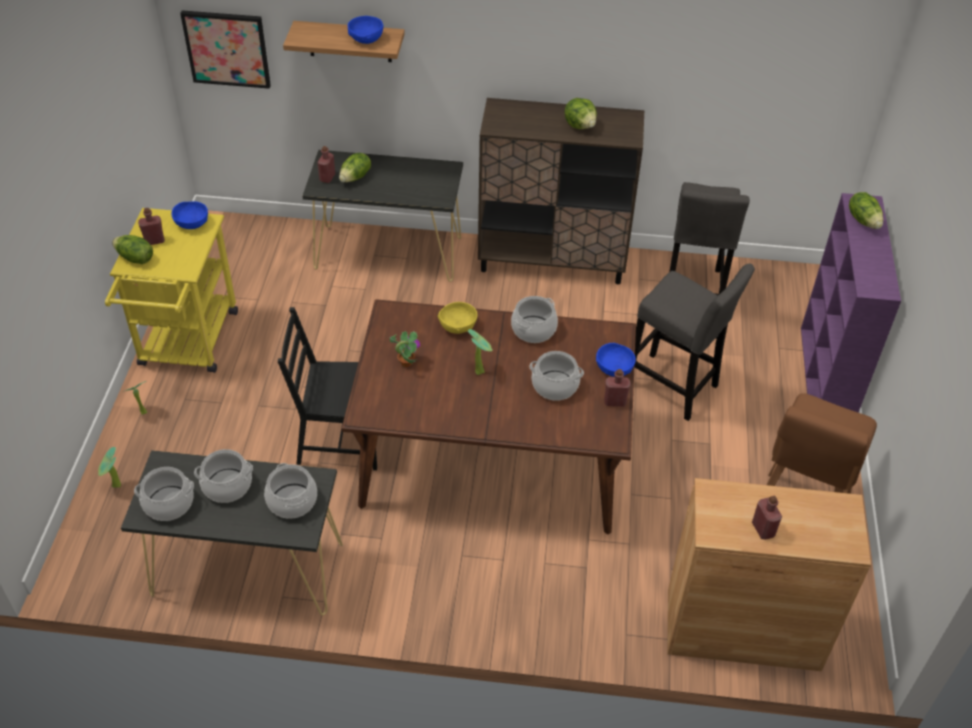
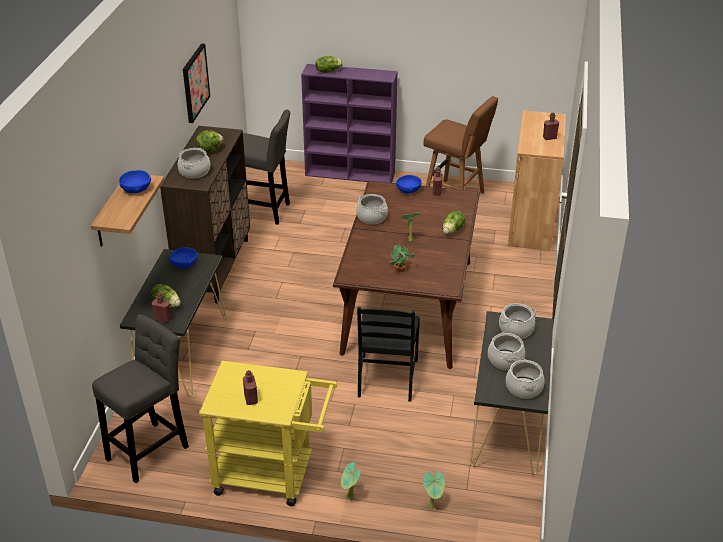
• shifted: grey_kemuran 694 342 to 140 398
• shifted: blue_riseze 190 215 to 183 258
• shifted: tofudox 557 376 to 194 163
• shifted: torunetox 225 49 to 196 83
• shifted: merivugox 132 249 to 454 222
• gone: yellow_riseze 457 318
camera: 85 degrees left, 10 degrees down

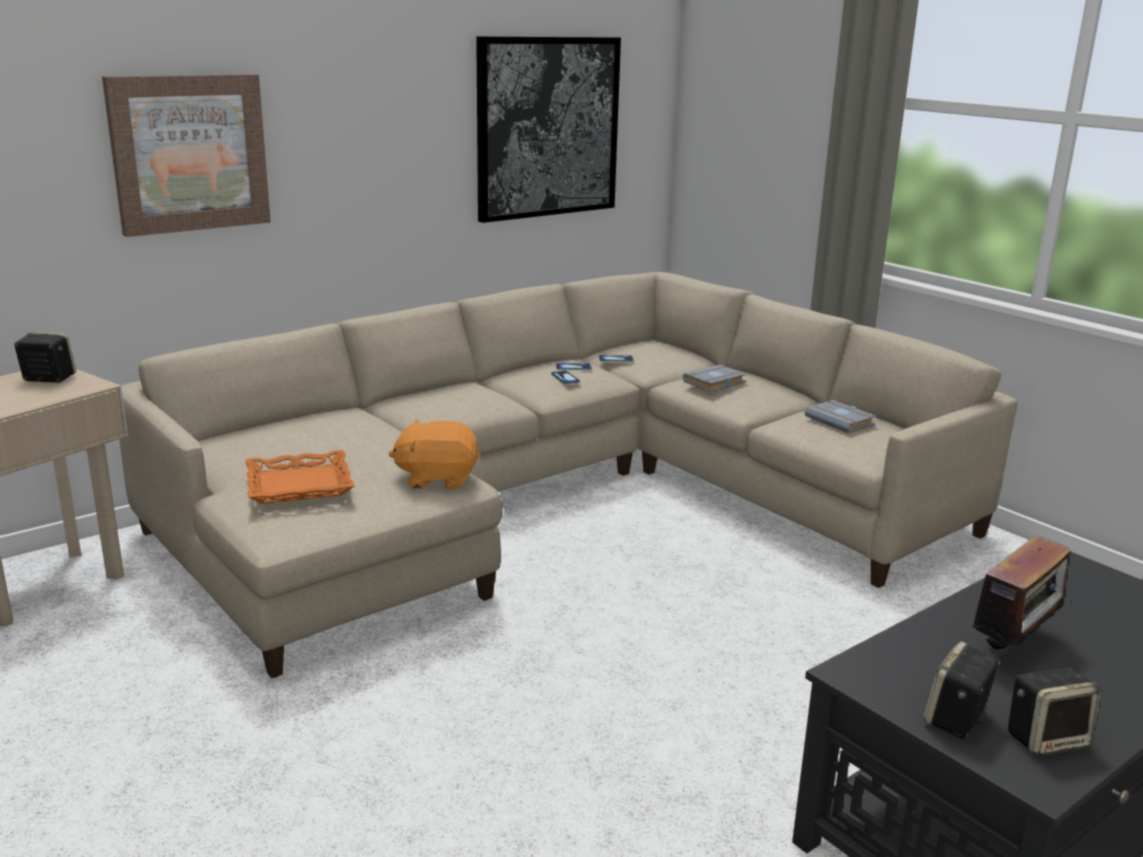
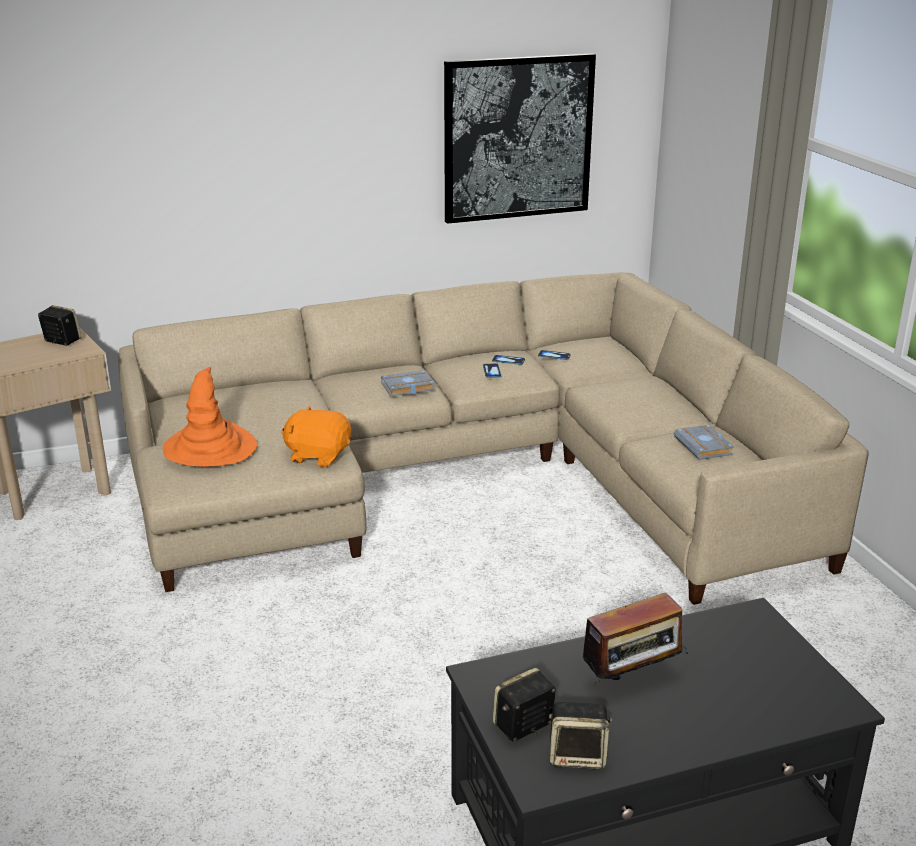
• swapped: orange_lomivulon 300 477 to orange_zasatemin 210 417
• shifted: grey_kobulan 714 378 to 408 383
• gone: torunetox 186 155
camera: 20 degrees right, 5 degrees up

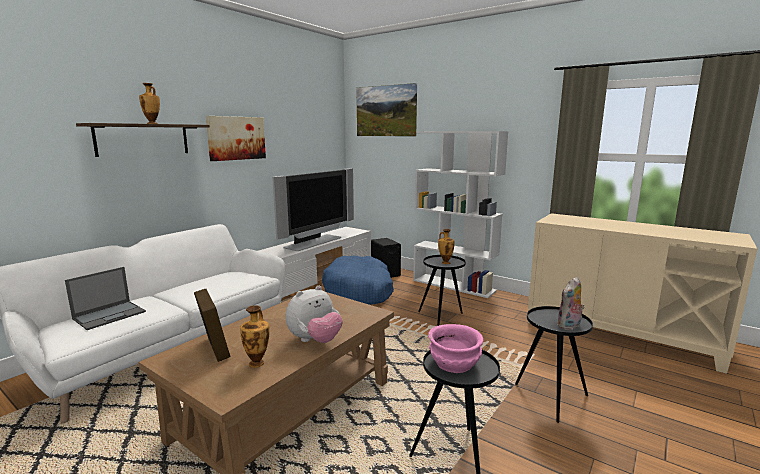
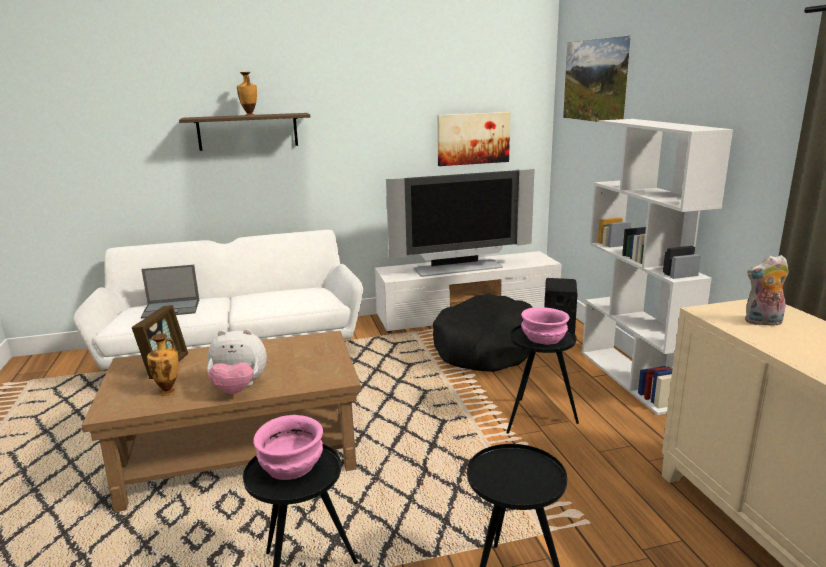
• repainted: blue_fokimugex 358 280 to black_fokimugex 483 333
• shifted: torunetox 236 138 to 473 139
• swapped: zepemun 446 246 to pink_riseze 545 326
• shifted: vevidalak 571 303 to 767 290
camera: 40 degrees right, 5 degrees up

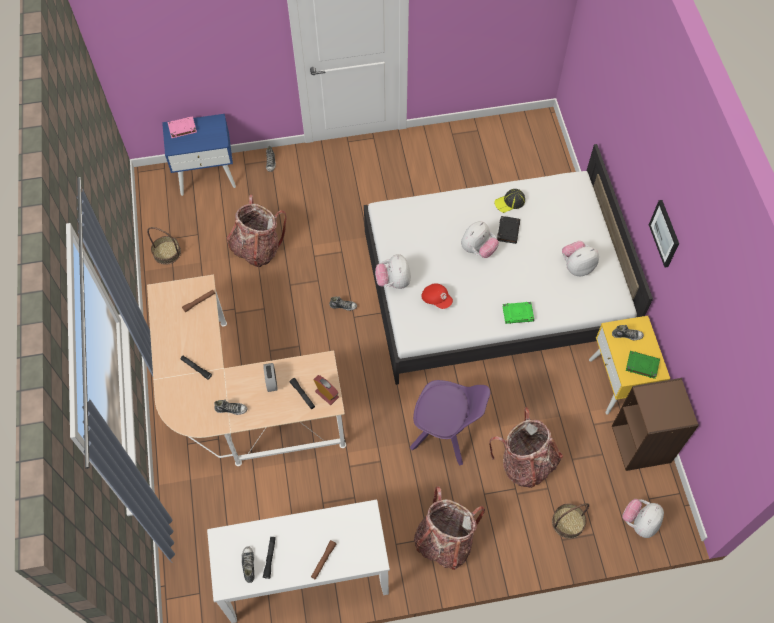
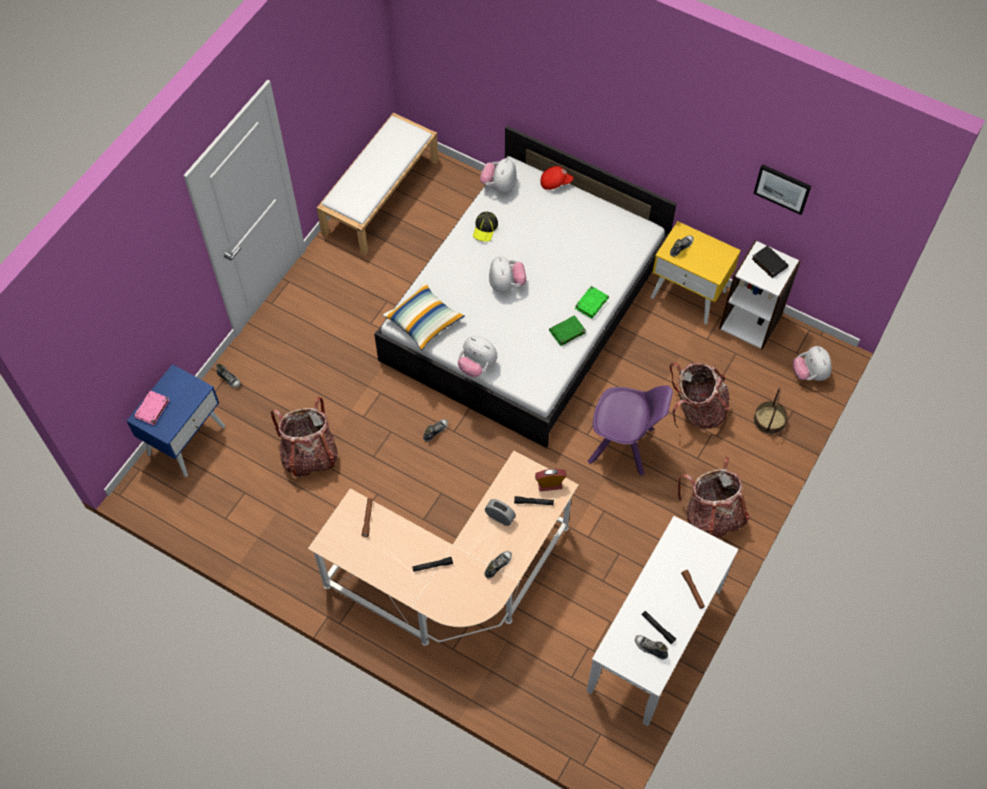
• new: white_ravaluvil 377 184
• new: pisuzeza 424 316
• shifted: vevidalak 580 258 to 498 175
• shifted: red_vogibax 437 296 to 557 178
• shifted: green_kobulan 643 365 to 567 330
• rotated: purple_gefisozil 450 423 = 630 430 45 degrees clockwise
• repainted: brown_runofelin 655 424 to white_runofelin 760 294
• shifted: black_kobulan 508 230 to 770 262
• shifted: torunetox 664 233 to 782 189
• gone: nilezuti 164 246
camera: 50 degrees left, 0 degrees up

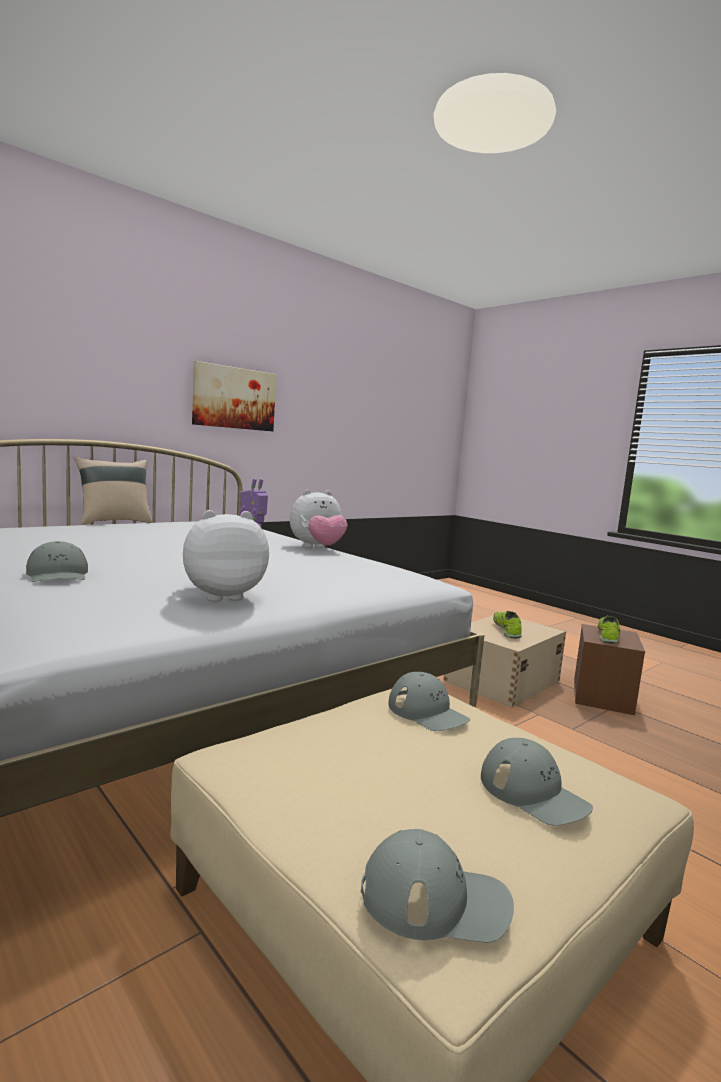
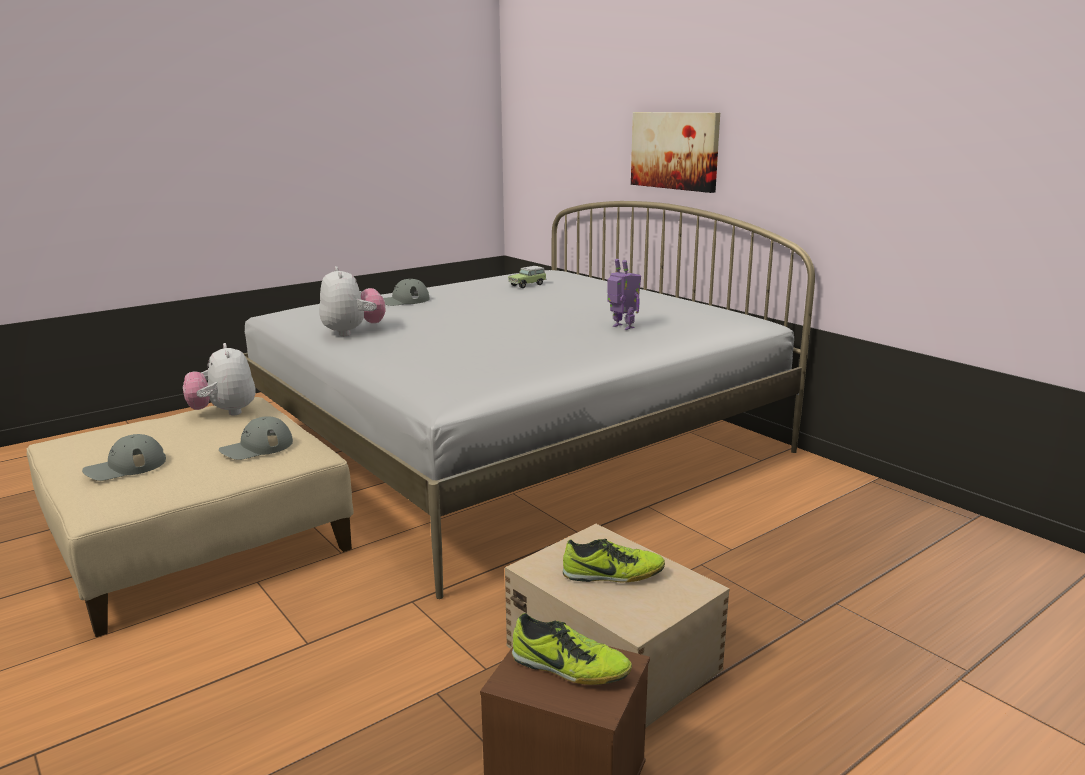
• shifted: vevidalak 319 519 to 219 379
• new: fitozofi 527 277
• shifted: torunetox 234 396 to 675 152
• gone: beige_pisuzeza 113 491
• gone: grey_vogibax 437 886
camera: 95 degrees right, 10 degrees up

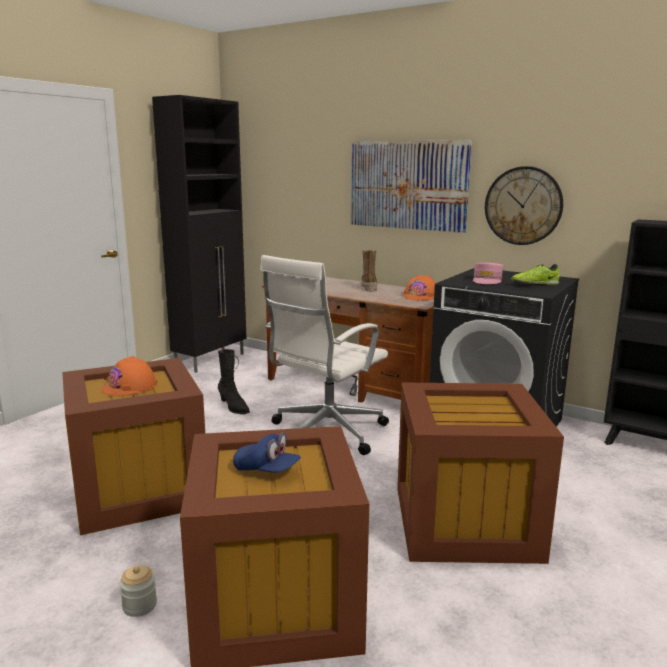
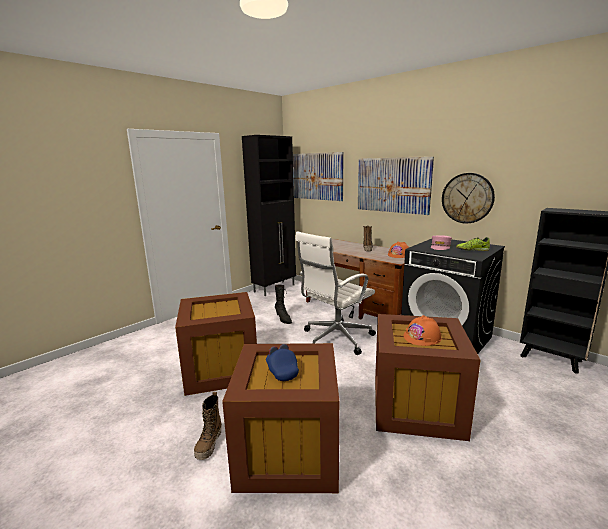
• swapped: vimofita 138 591 to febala 208 426
• rotated: blue_vogibax 267 452 = 282 362 150 degrees counterclockwise
• new: torunetox 318 176
• shifted: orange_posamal 129 376 to 422 330
camera: 10 degrees right, 0 degrees up

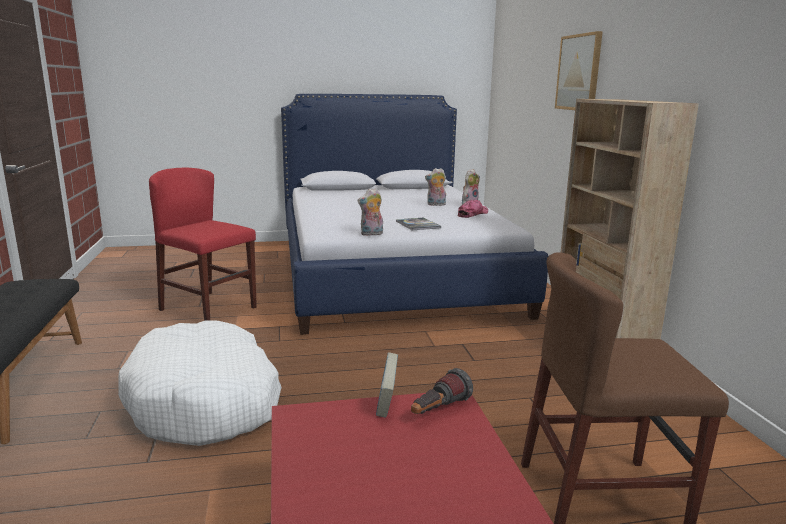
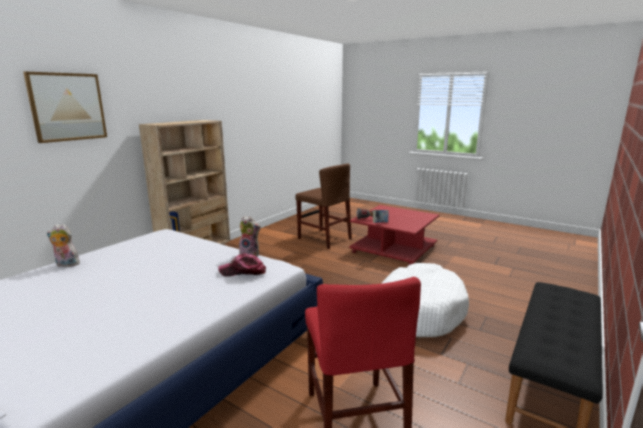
• shifted: vogibax 473 209 to 242 265
• gone: kobulan 418 224
• gone: vevidalak 435 187
camera: 135 degrees left, 0 degrees up

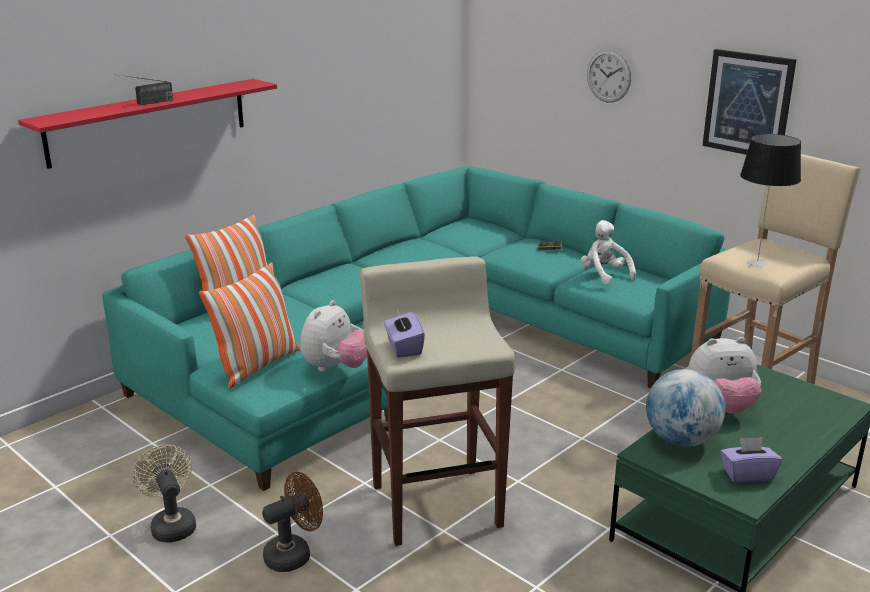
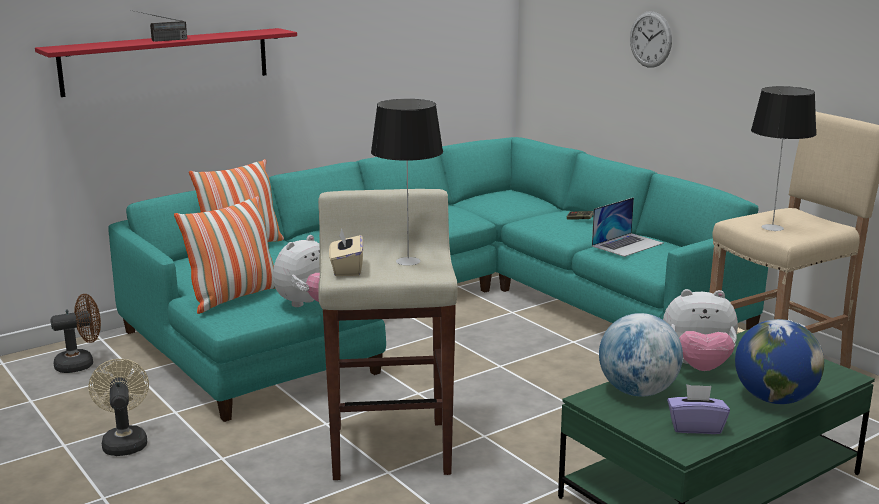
• shifted: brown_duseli 292 522 to 75 333
• repainted: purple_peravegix 404 334 to beige_peravegix 346 252
• new: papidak 407 182
• swapped: white_vevidalak 608 252 to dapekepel 628 227
• new: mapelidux 779 361
• gone: torunetox 749 102
camera: 10 degrees right, 5 degrees down

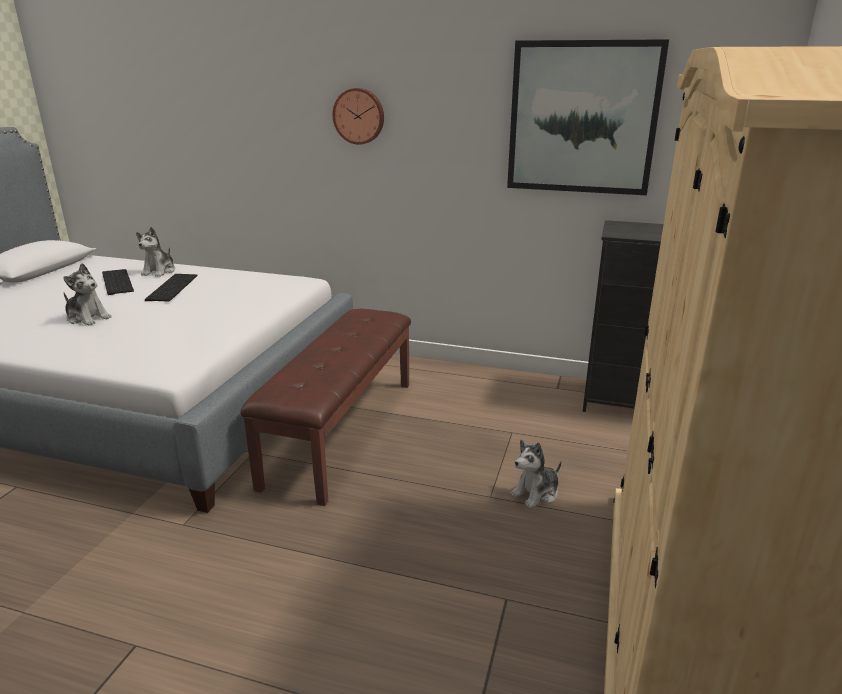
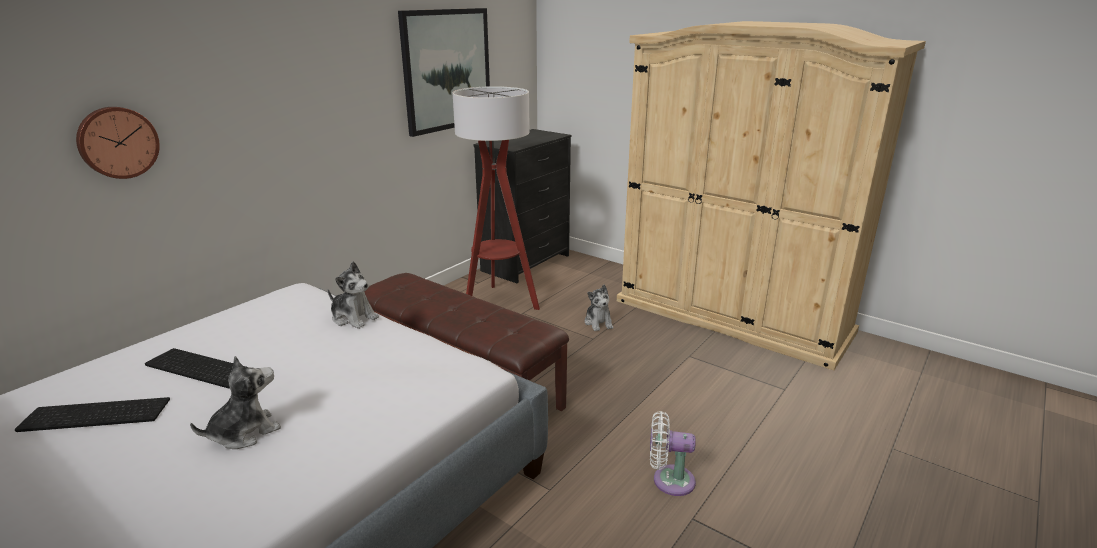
• shifted: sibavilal 358 116 to 118 143
• shifted: vevidalak 155 252 to 353 295
• new: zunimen 496 198
• new: white_duseli 673 453
camera: 70 degrees left, 0 degrees up

